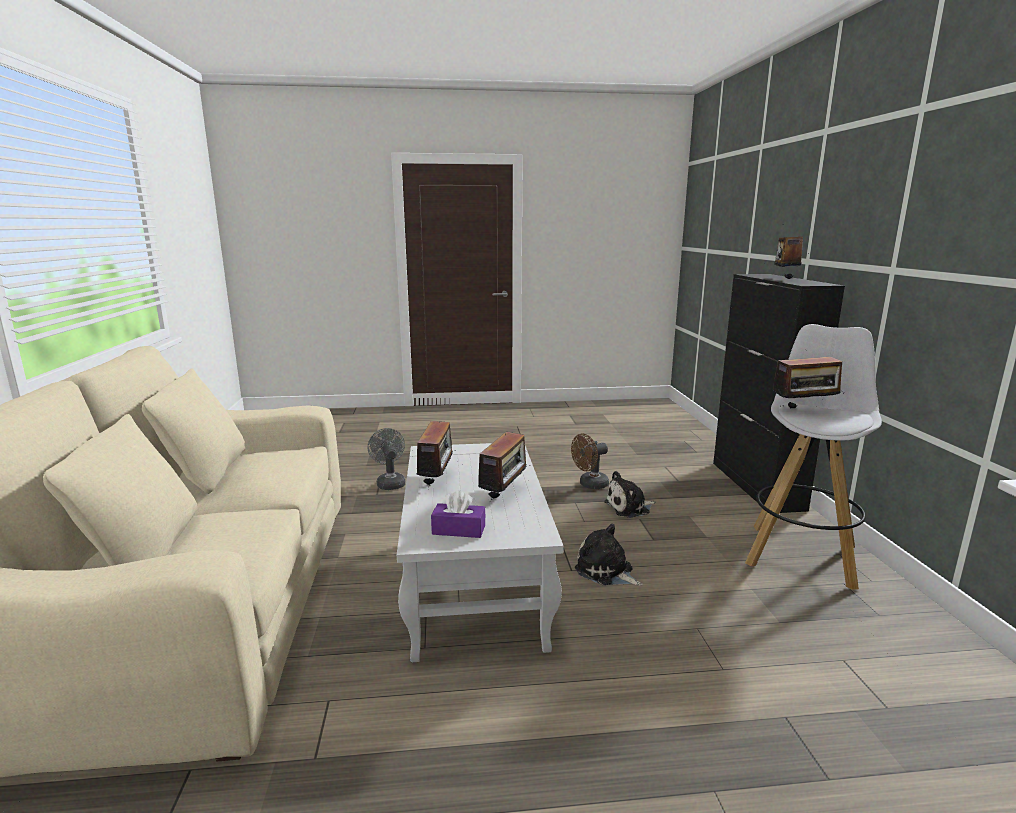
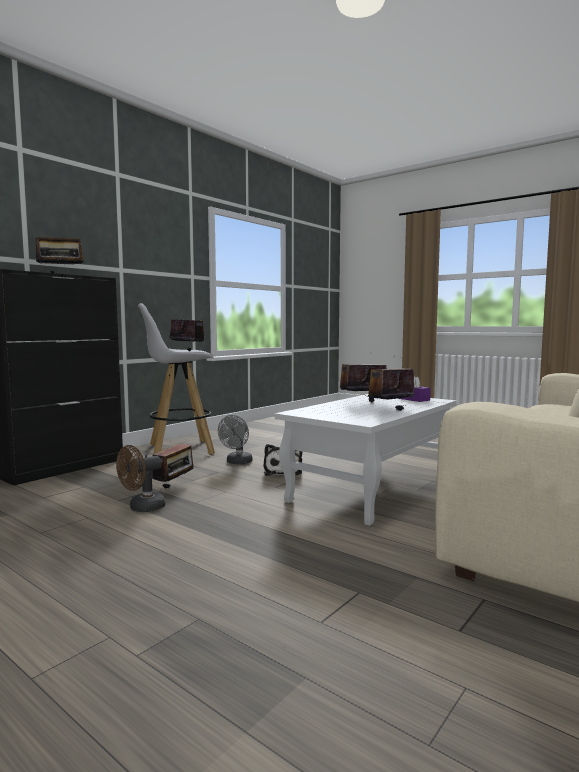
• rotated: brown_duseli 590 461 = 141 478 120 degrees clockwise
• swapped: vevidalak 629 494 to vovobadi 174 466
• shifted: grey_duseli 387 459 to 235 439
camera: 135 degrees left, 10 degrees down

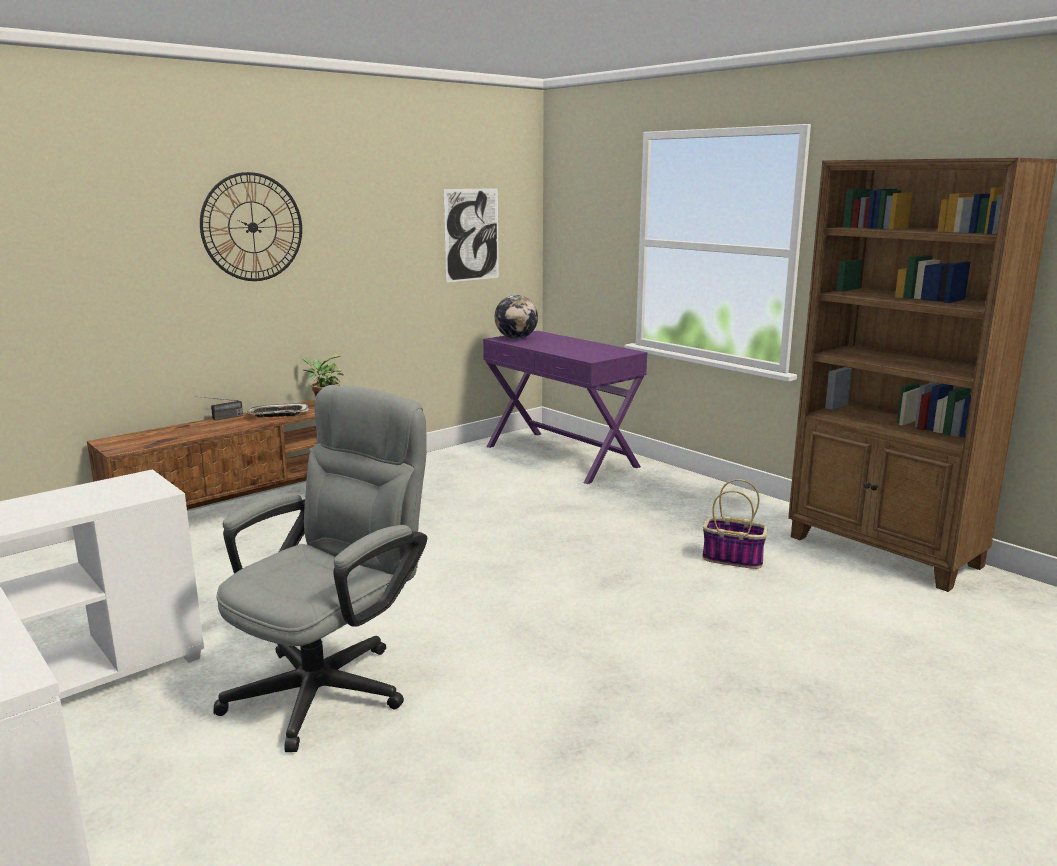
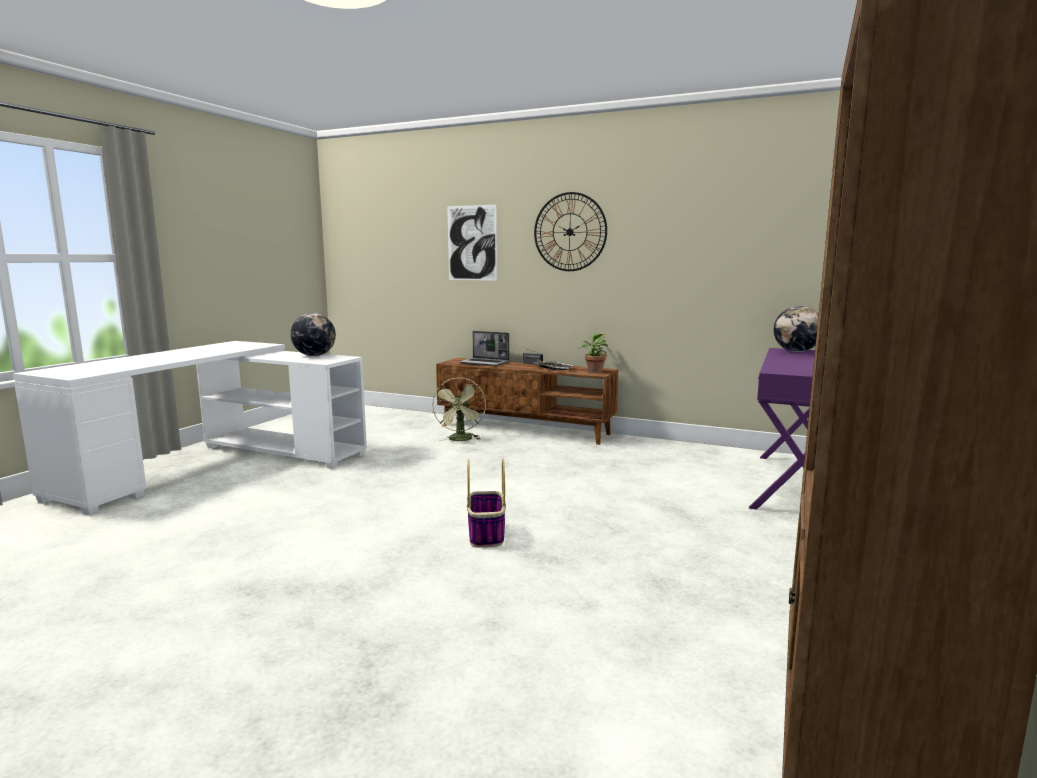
• new: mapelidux 313 334
• new: green_duseli 459 409
• shifted: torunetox 471 235 to 472 243
• new: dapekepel 484 348
• shifted: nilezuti 734 524 to 486 503
• gone: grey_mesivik 320 568
camera: 65 degrees right, 5 degrees down

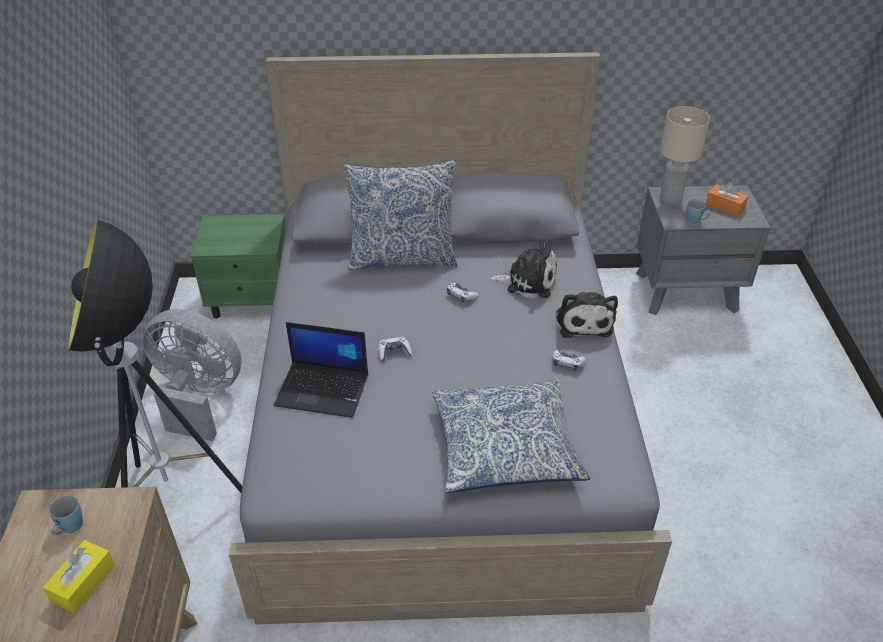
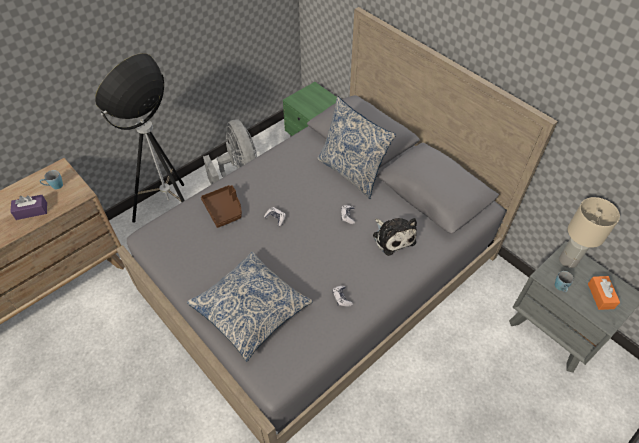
• repainted: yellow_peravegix 79 576 to purple_peravegix 28 207
• swapped: dapekepel 321 370 to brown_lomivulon 221 206
• gone: vevidalak 587 315
camera: 50 degrees right, 10 degrees up

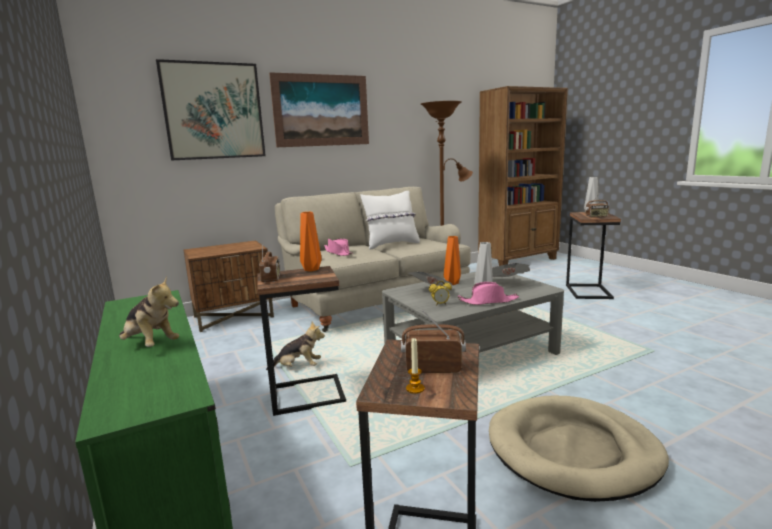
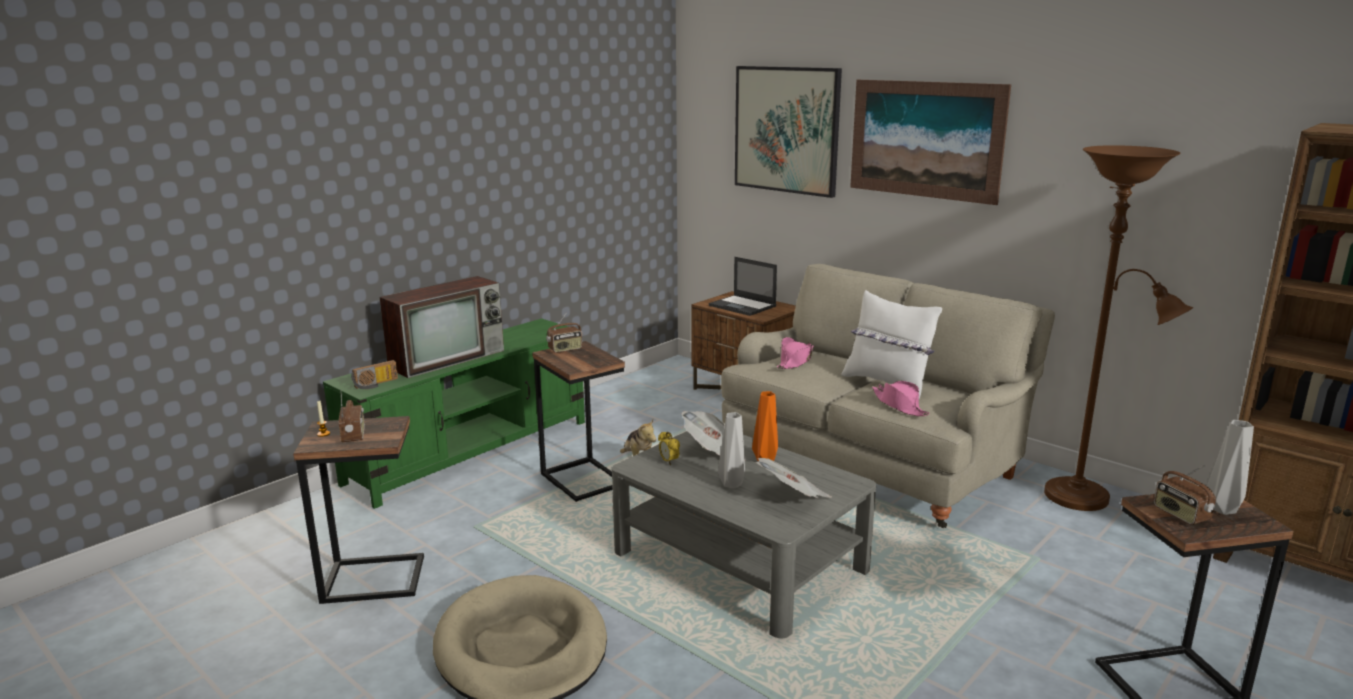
• new: vovobadi 374 374
• swapped: vevidalak 149 311 to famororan 442 327
• new: dapekepel 743 286
• shifted: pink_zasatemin 488 293 to 901 398
• gone: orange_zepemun 311 242
camera: 70 degrees right, 5 degrees up

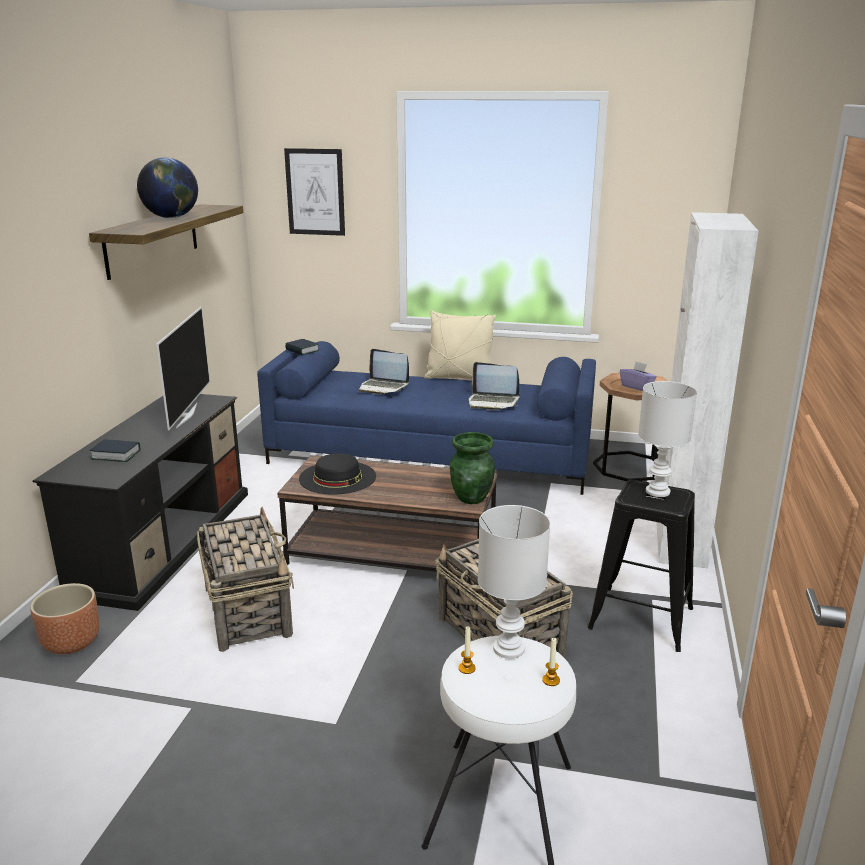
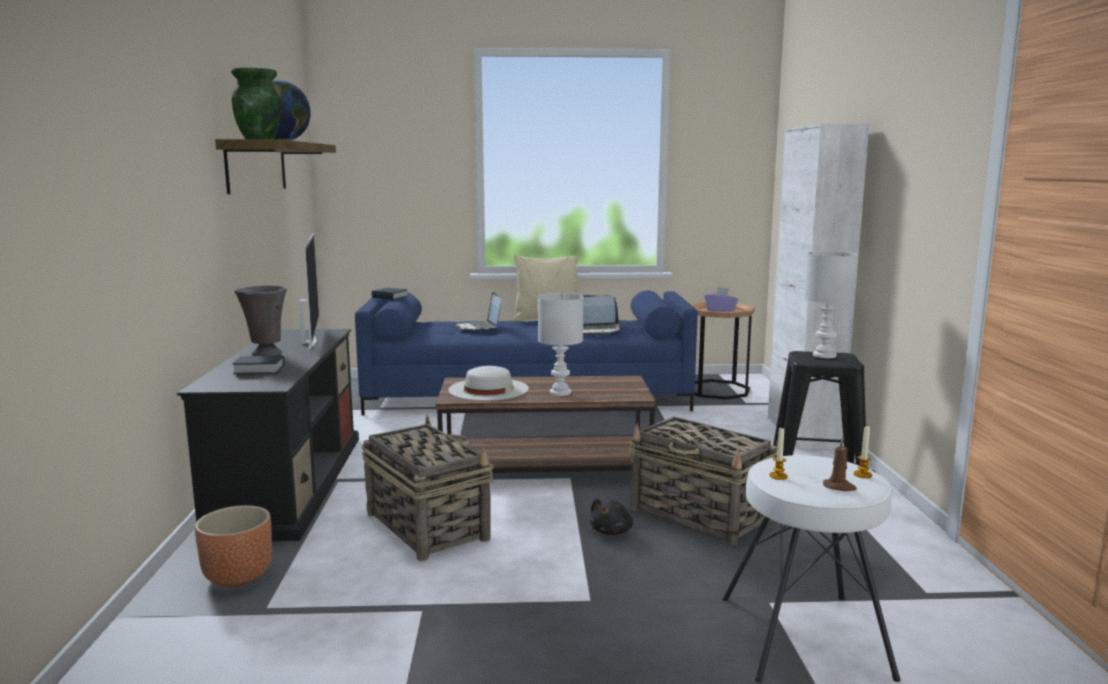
• shifted: green_zepemun 472 468 to 256 103
• new: grey_zepemun 260 320
• repainted: black_zasatemin 337 474 to white_zasatemin 488 383
• rotated: dapekepel 384 371 = 478 311 60 degrees clockwise
• shifted: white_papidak 514 582 to 560 344
• new: black_vevidalak 611 517
• new: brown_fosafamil 840 464
• gone: torunetox 314 192
camera: 15 degrees left, 10 degrees down

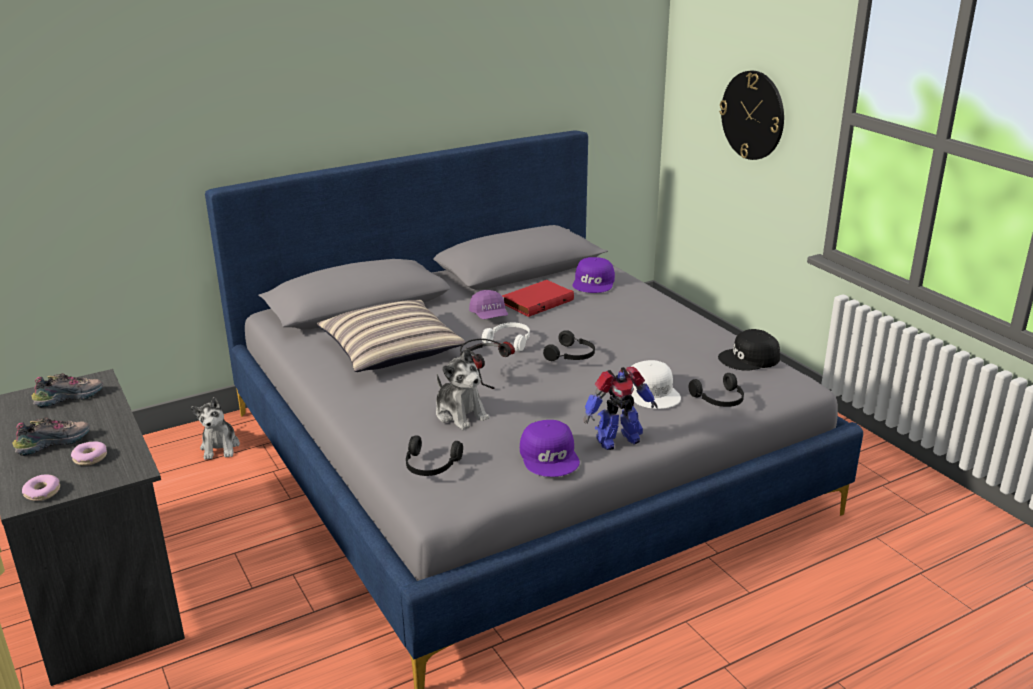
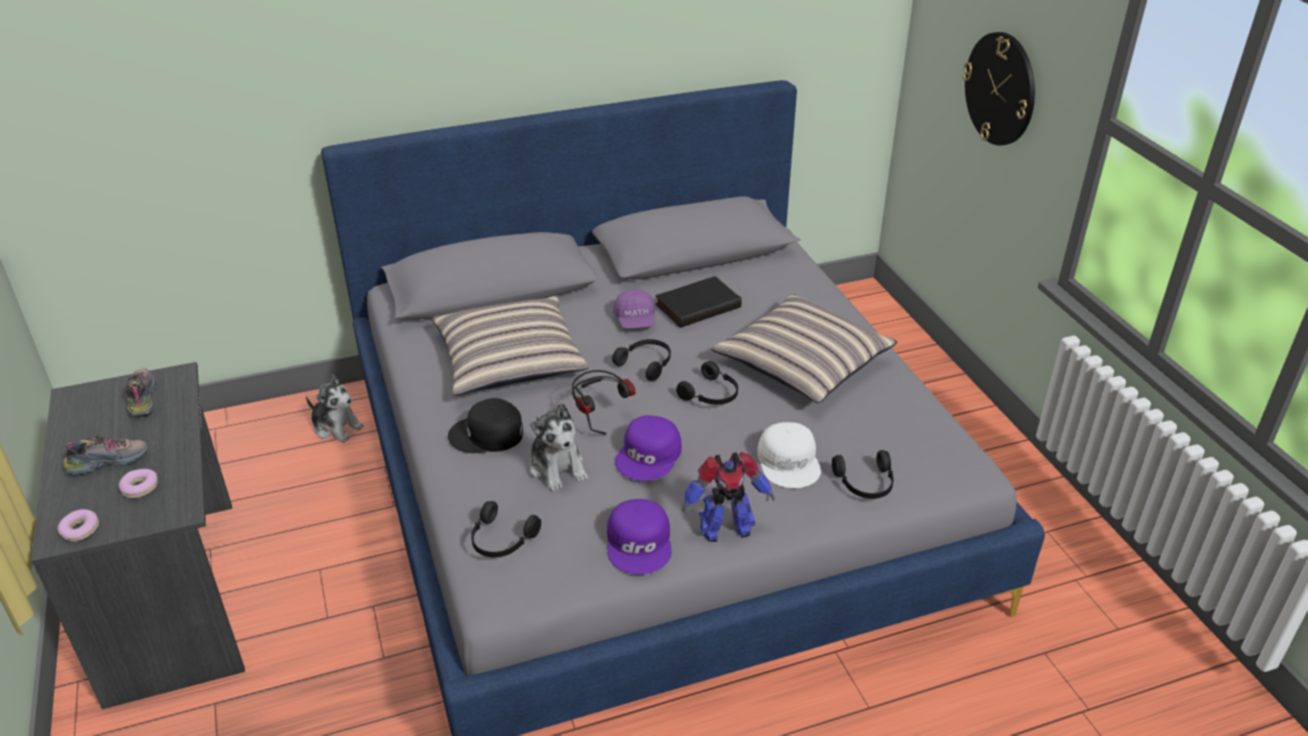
• rotated: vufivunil 67 390 = 141 393 90 degrees counterclockwise
• rotated: vevidalak 215 428 = 335 408 60 degrees counterclockwise
• shifted: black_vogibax 749 350 to 485 425
• repainted: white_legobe 506 336 to black_legobe 641 360
• shifted: purple_vogibax 594 275 to 648 448
• repainted: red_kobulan 538 298 to black_kobulan 698 302
• new: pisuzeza 804 348
camera: 10 degrees right, 10 degrees up

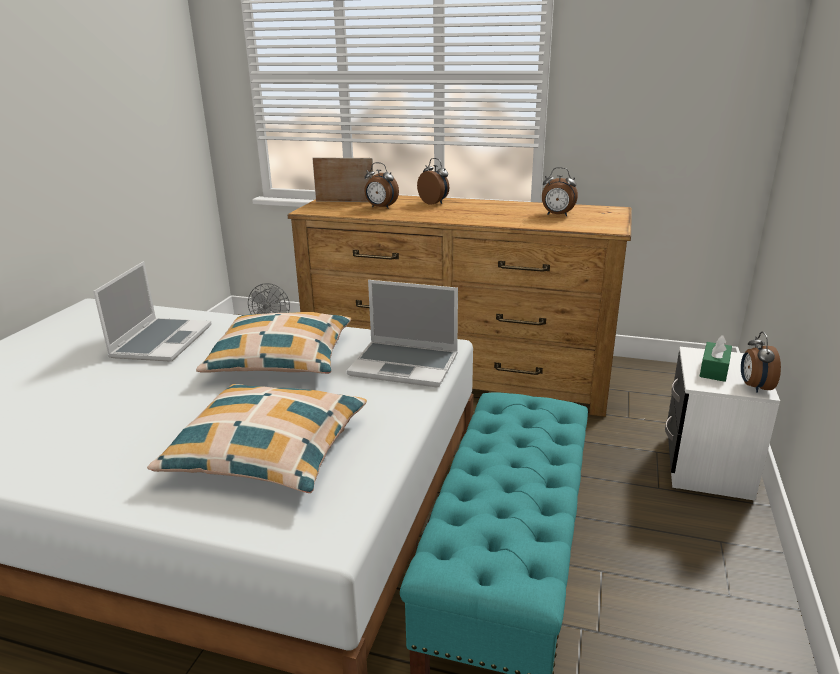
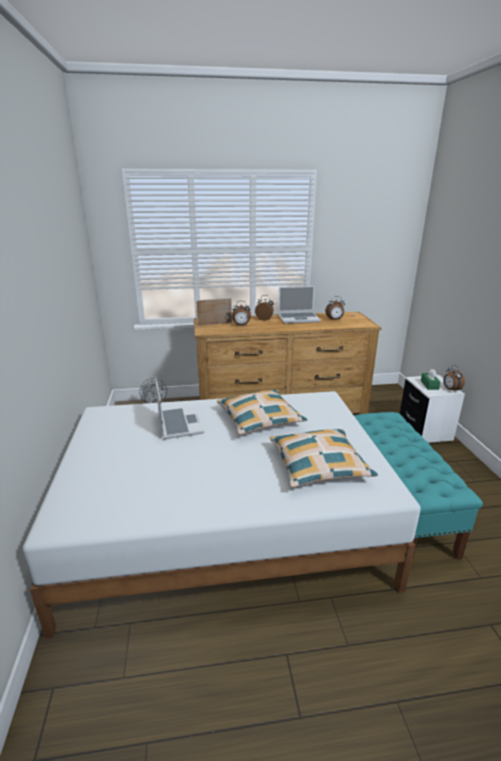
• shifted: dapekepel 402 333 to 299 305
camera: 25 degrees left, 0 degrees up

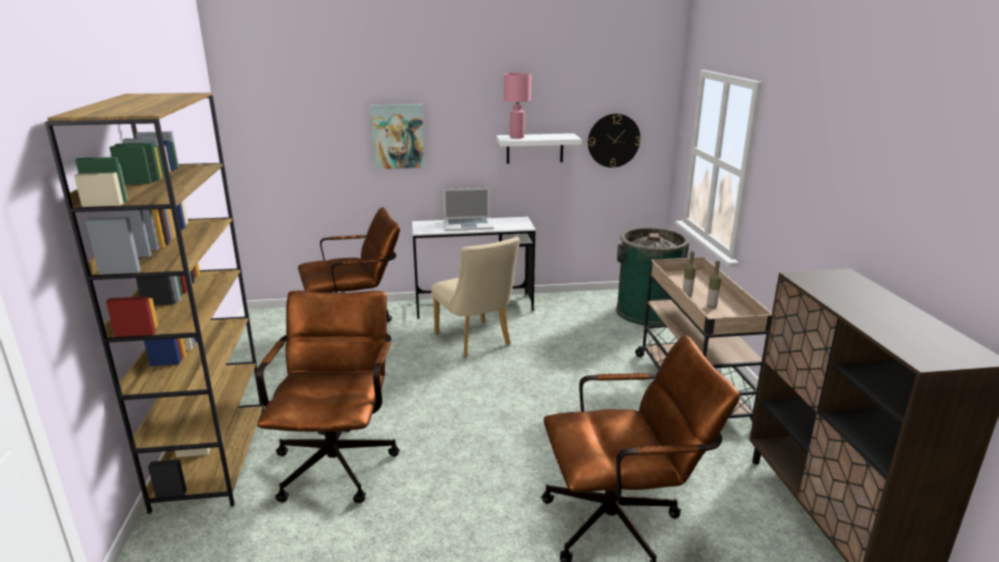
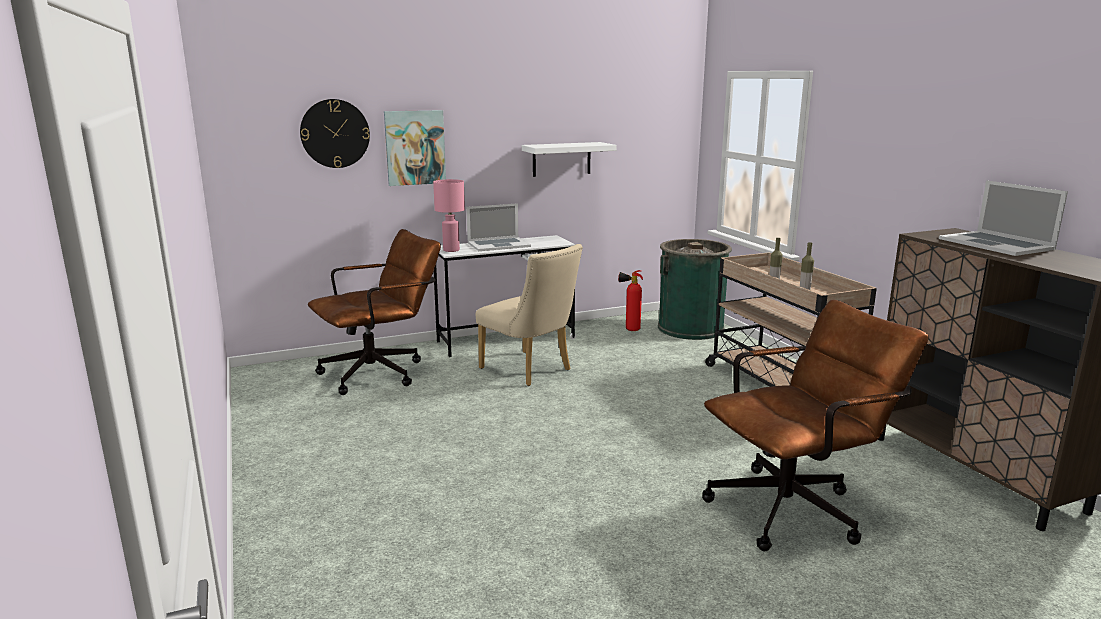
• shifted: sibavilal 614 141 to 335 133
• shifted: pink_papidak 517 106 to 449 215
• new: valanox 630 300
• new: dapekepel 1003 218
• gone: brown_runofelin 154 303
• gone: brown_mesivik 328 397
camera: 15 degrees left, 5 degrees down

